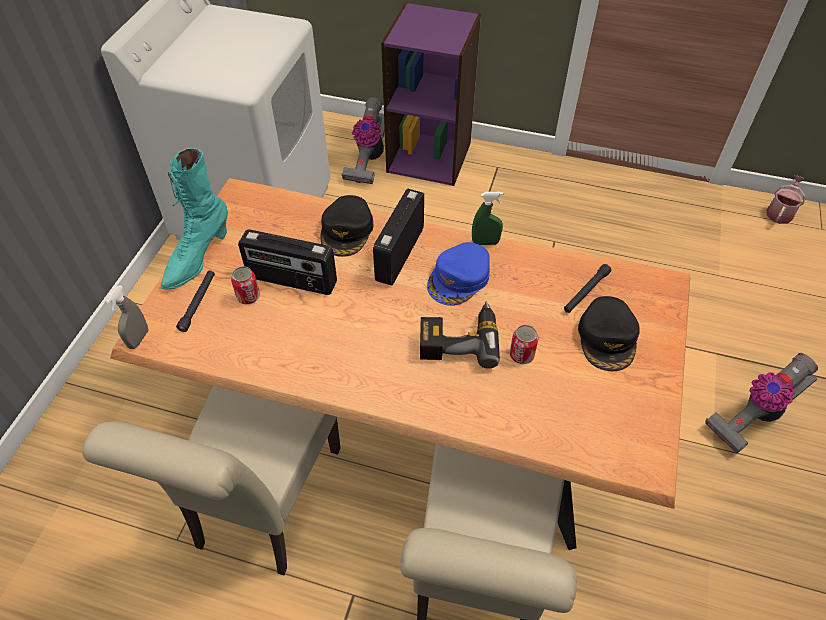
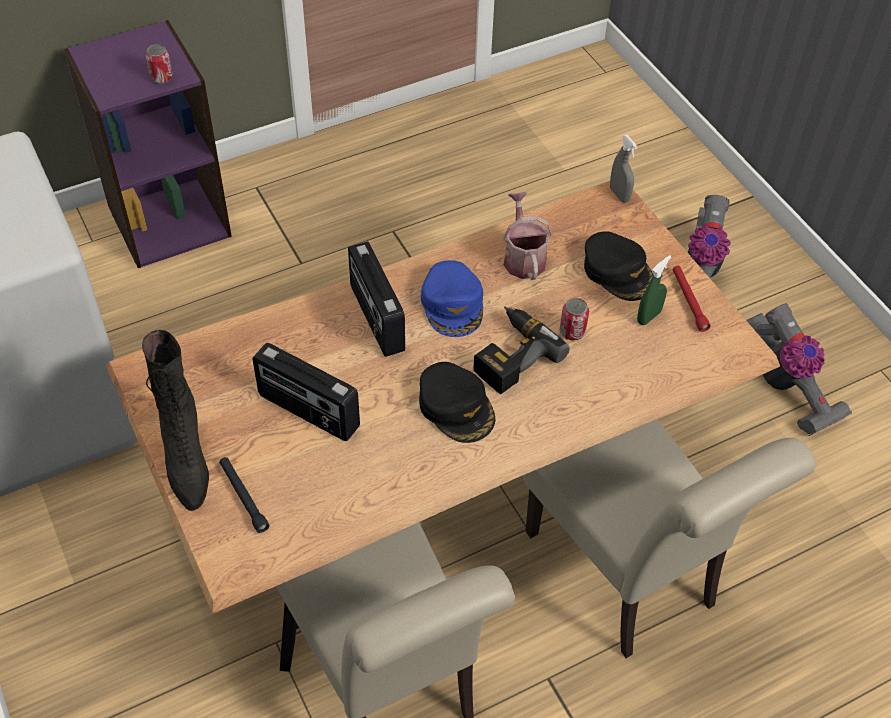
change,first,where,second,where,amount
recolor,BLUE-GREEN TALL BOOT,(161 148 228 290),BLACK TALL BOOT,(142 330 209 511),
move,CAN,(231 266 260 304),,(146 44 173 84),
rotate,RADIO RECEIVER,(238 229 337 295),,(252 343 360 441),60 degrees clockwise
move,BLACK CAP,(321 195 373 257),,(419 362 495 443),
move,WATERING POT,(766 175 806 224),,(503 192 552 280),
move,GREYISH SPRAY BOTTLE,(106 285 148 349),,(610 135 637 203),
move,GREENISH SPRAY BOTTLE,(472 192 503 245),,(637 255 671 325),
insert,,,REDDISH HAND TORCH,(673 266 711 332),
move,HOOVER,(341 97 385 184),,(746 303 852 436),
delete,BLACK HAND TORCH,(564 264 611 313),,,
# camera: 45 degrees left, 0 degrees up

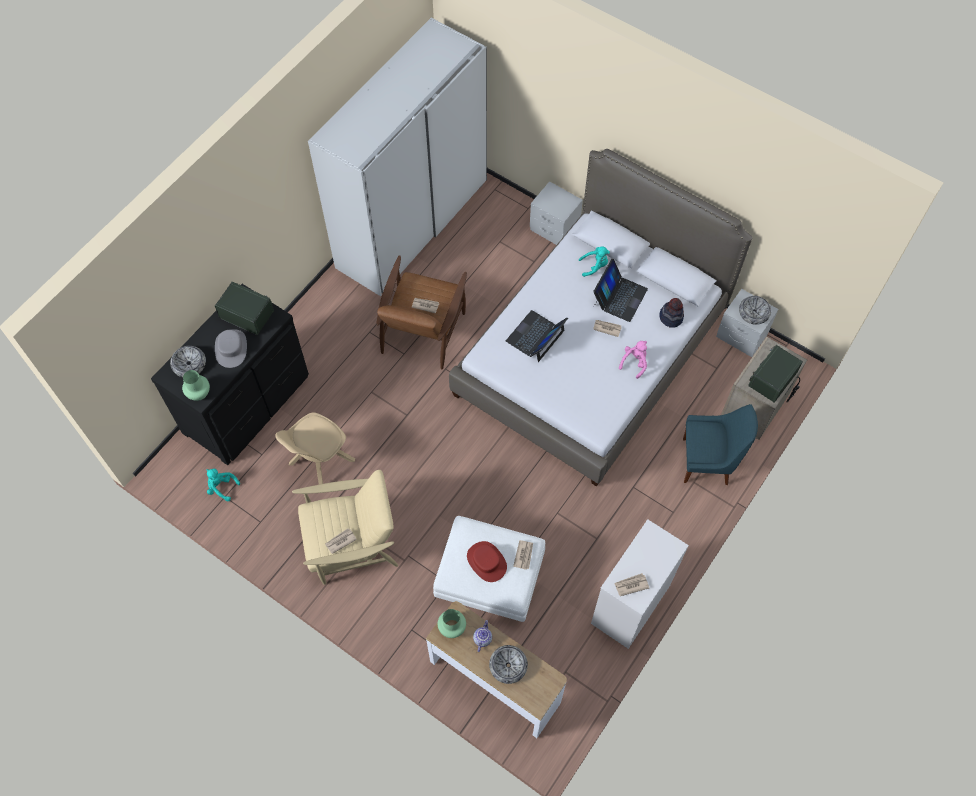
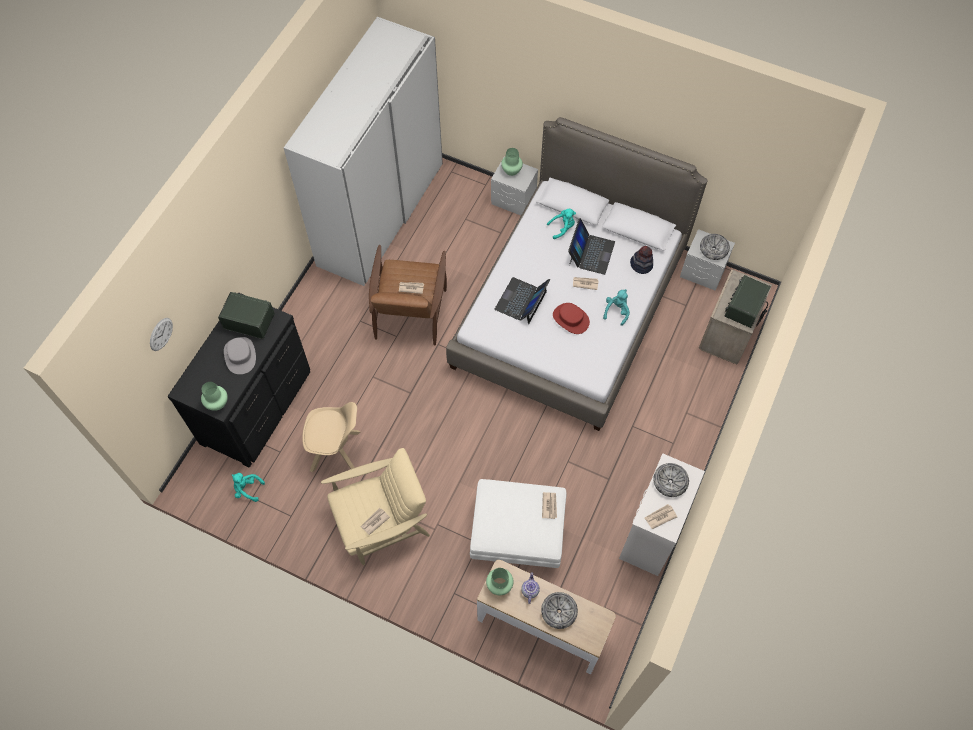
change,first,where,second,where,amount
insert,,,CLOCK ON THE WALL,(150 318 173 351),
rotate,BEIGE-COLOURED PLAIN CHAIR,(275 412 355 485),,(302 402 360 472),120 degrees counterclockwise
insert,,,GREENISH FLOWER VASE,(501 148 523 176),
move,REDDISH HAT,(467 541 507 582),,(553 303 590 334),
recolor,PINK-COLOURED SOFT TOY,(619 341 647 379),BLUE-GREEN SOFT TOY,(603 289 630 326),
move,BOWL,(170 346 206 377),,(653 463 689 497),
delete,BLUE-COLOURED PLAIN CHAIR,(683 404 758 485),,,
# camera: 10 degrees left, 0 degrees up

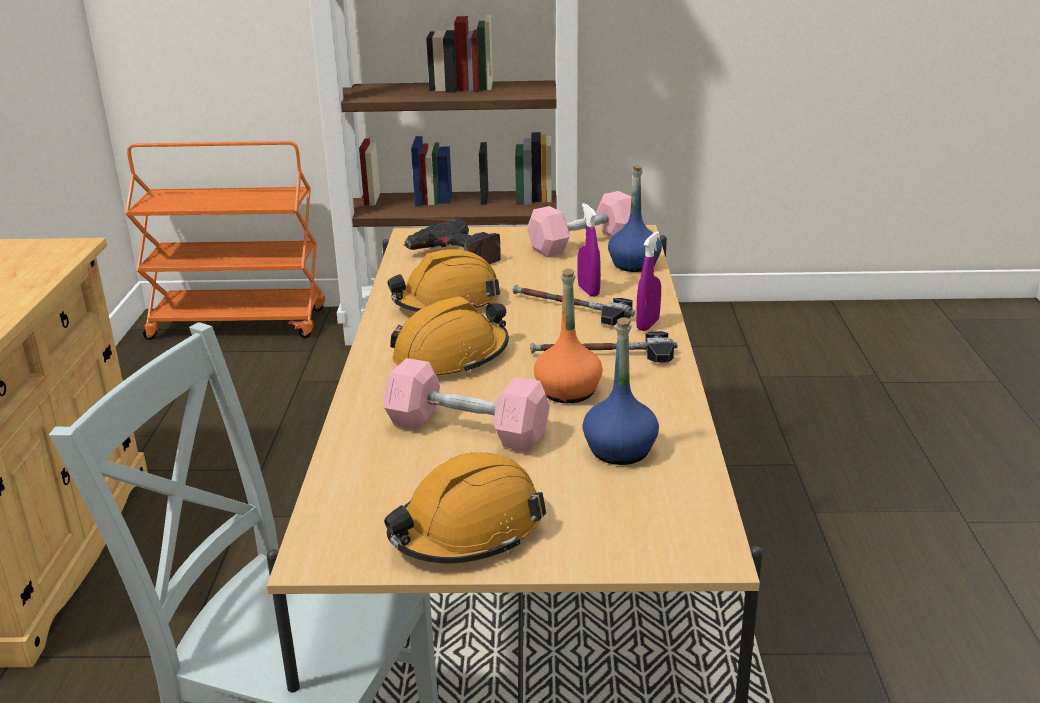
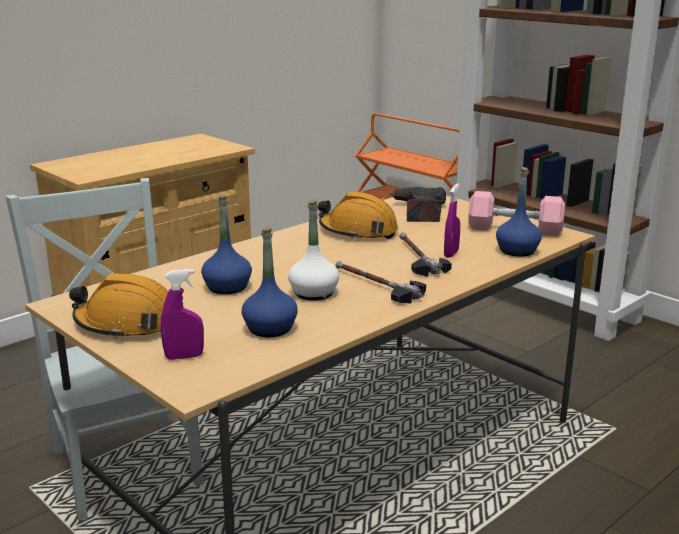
change,first,where,second,where,amount
move,PURPLE SPRAY BOTTLE,(636 231 661 331),,(161 269 204 360),
replace,PINK-COLOURED FREE WEIGHT,(383 358 550 452),BLUE-COLOURED DRINK BOTTLE,(201 196 252 294),
recolor,ORANGE-COLOURED DRINK BOTTLE,(534 269 603 403),WHITISH DRINK BOTTLE,(288 200 339 301),
delete,ORANGE-COLOURED WORK HELMET,(390 297 509 375),,,
# camera: 45 degrees right, 5 degrees down

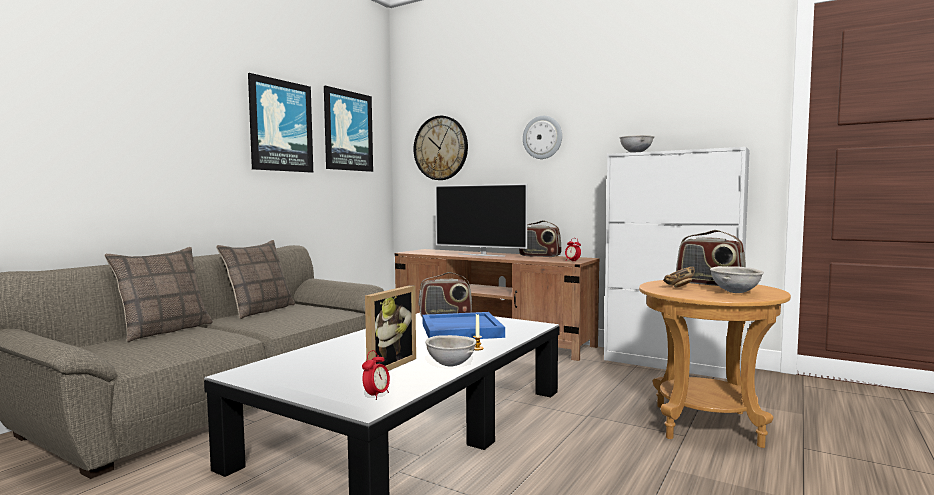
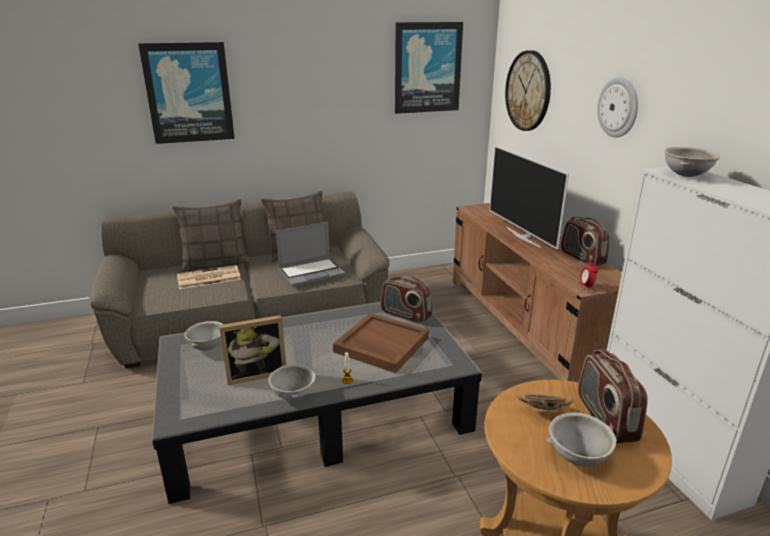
change,first,where,second,where,amount
move,WALL PICTURE,(248 73 313 173),,(138 42 235 144),
insert,,,NEWSPAPER,(177 265 241 289),
insert,,,GREYISH BOWL,(184 321 223 351),
insert,,,NOTEBOOK COMPUTER,(276 222 345 287),
recolor,BLUE-COLOURED TRAY,(422 312 505 339),BROWN-COLOURED TRAY,(333 313 429 373),
delete,BEDSIDE CLOCK,(362 350 390 400),,,
# camera: 40 degrees right, 20 degrees up

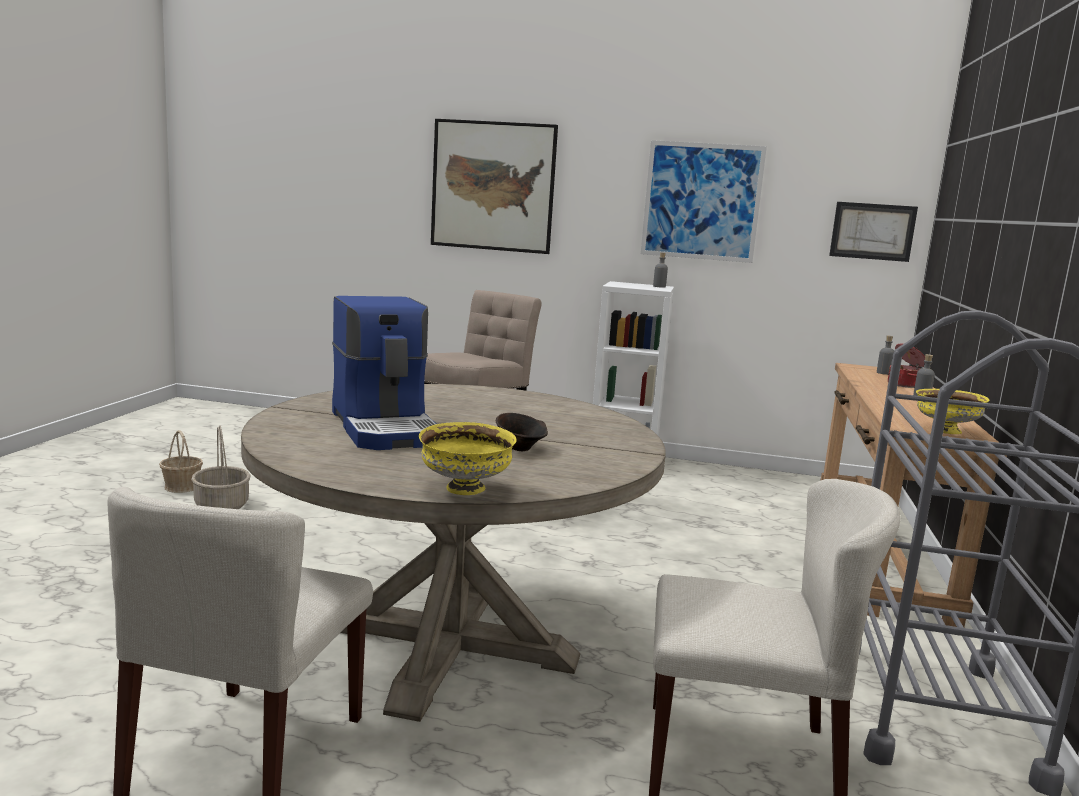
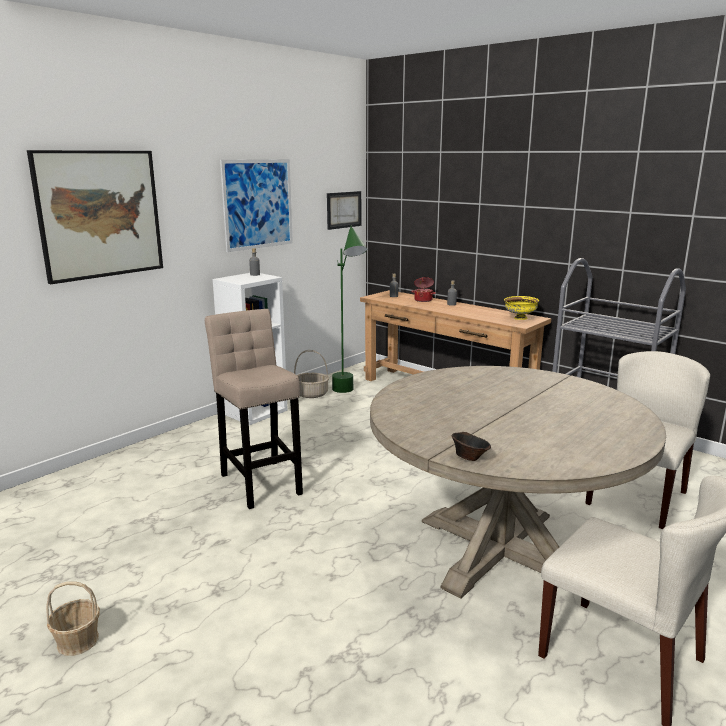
change,first,where,second,where,amount
move,BASKET,(191 425 251 509),,(294 350 329 398),
insert,,,GREENISH STANDING LAMP,(332 226 367 393),
move,BROWN-COLOURED BOWL,(496 413 548 451),,(452 432 491 461),
delete,COFFEE MACHINE,(332 296 436 450),,,
delete,YELLOW-COLOURED BOWL,(419 422 517 495),,,
# camera: 60 degrees left, 5 degrees up

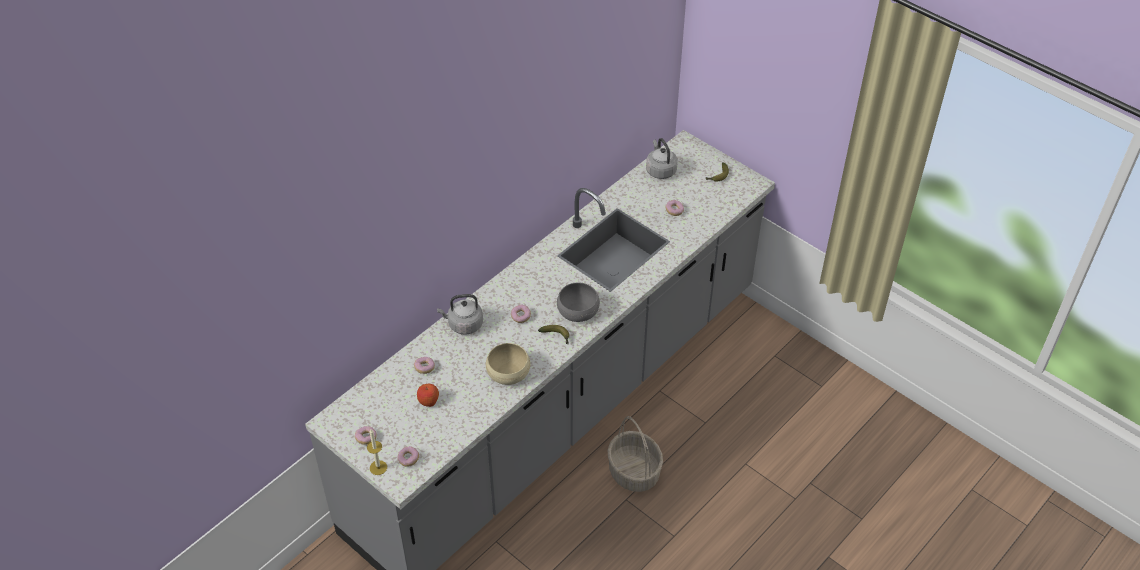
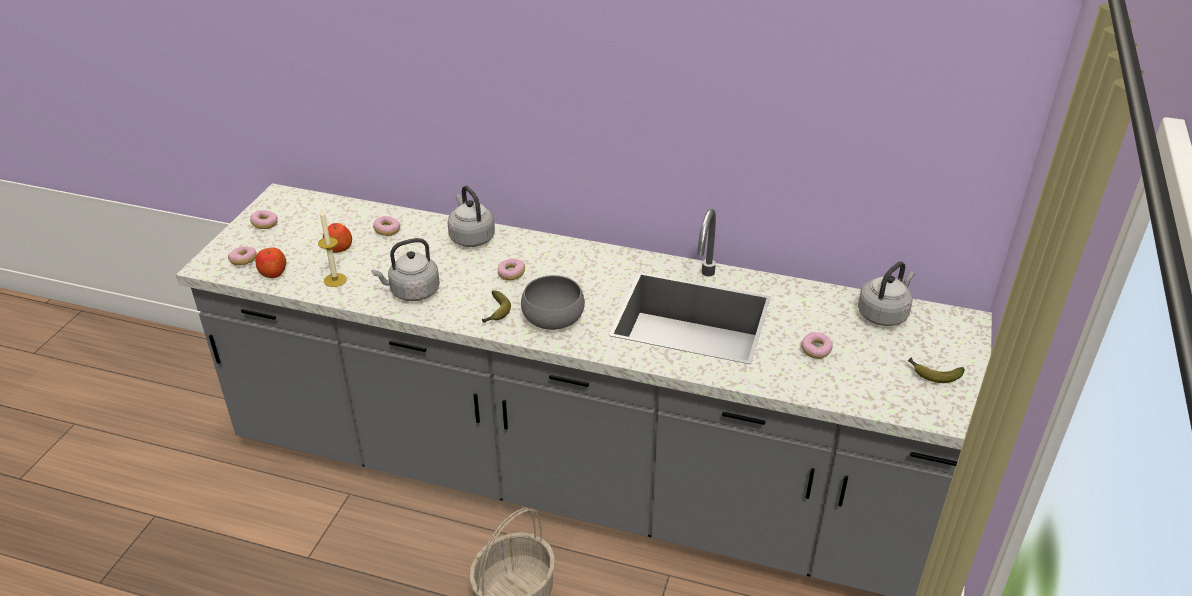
change,first,where,second,where,amount
insert,,,APPLE FRUIT,(256 248 286 278),
move,WAX LIGHT,(367 429 387 475),,(318 209 347 287),
replace,BEIGE-COLOURED BOWL,(486 343 530 385),GREYISH WATER KETTLE,(372 238 440 301),
# camera: 65 degrees right, 10 degrees down

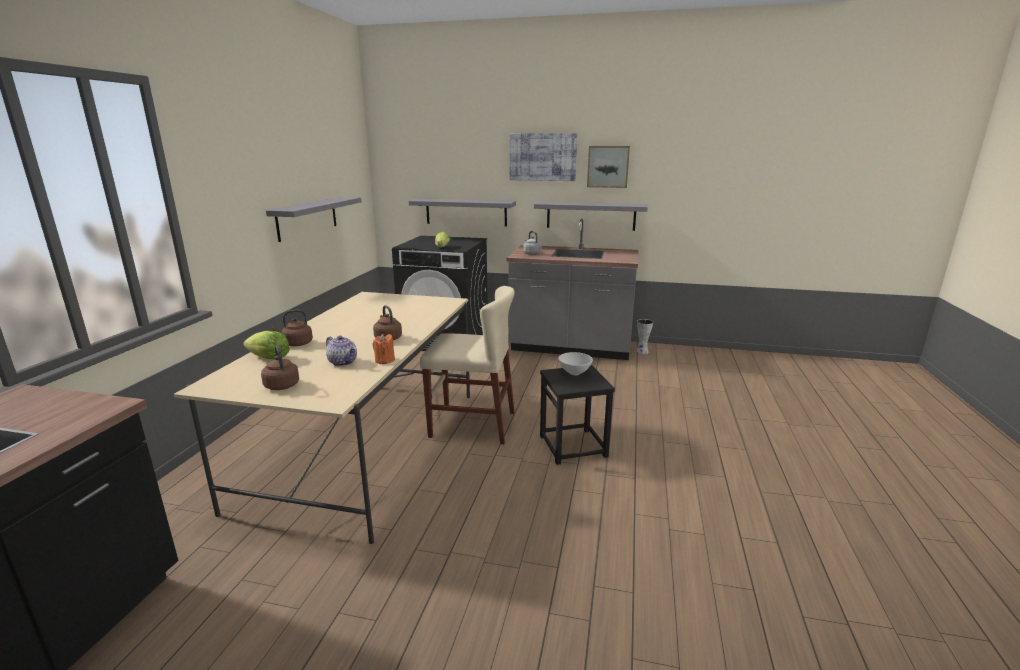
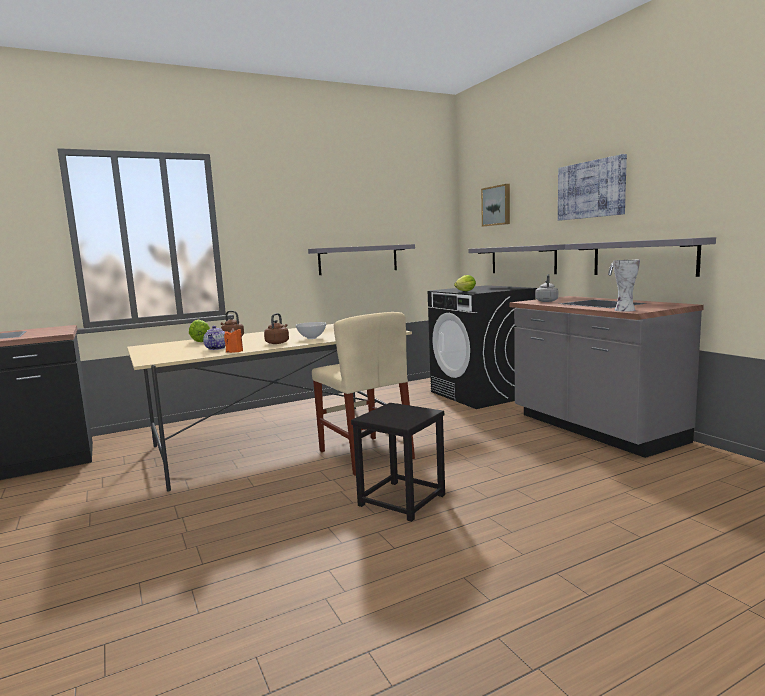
change,first,where,second,where,amount
move,WHITISH BOWL,(558 352 593 375),,(295 322 326 339),
move,WALL PICTURE,(587 146 630 188),,(481 184 510 227),
move,FLOWER VASE,(636 319 653 354),,(613 260 640 312),
delete,BROWN-COLOURED WATER KETTLE,(261 345 299 390),,,
# camera: 50 degrees right, 10 degrees down

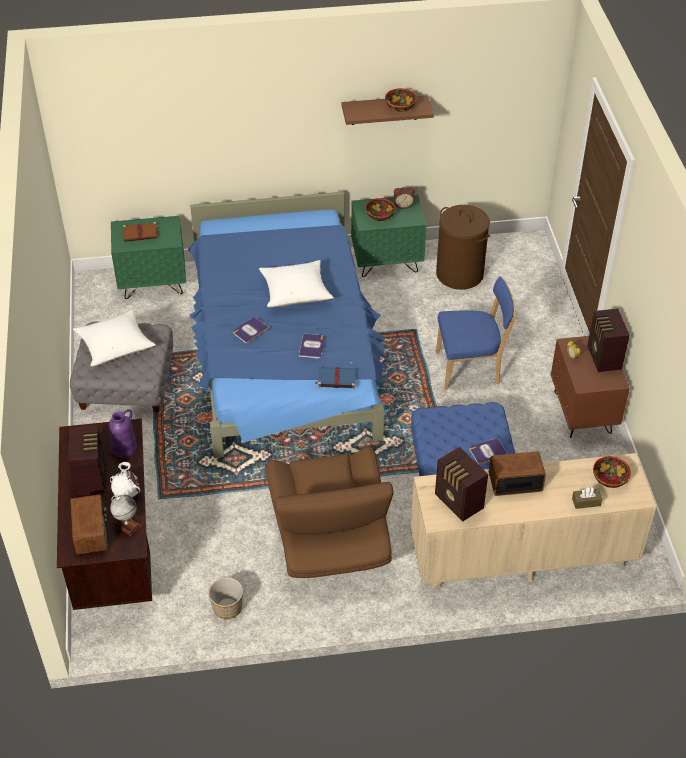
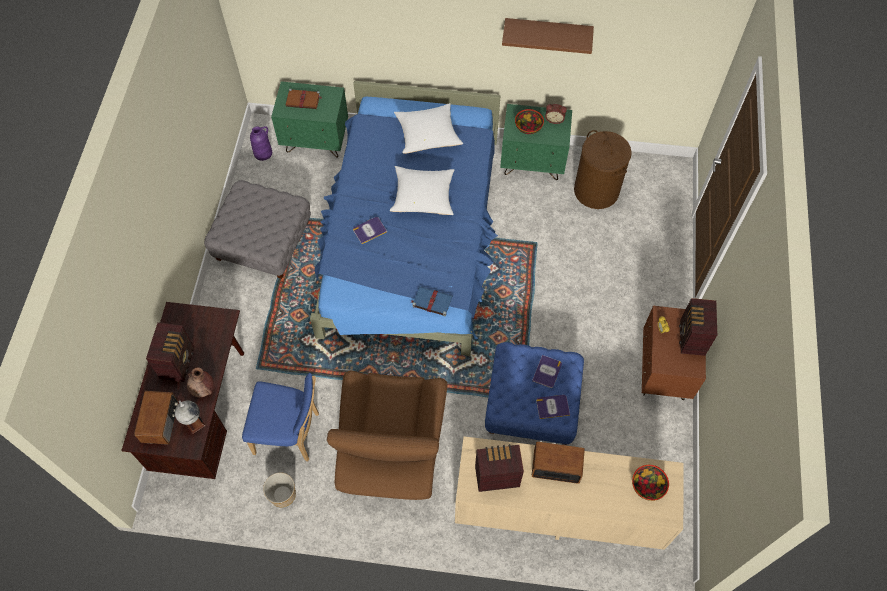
change,first,where,second,where,amount
recolor,WHITISH FLOWER VASE,(110 462 141 497),BROWN-COLOURED FLOWER VASE,(187 367 214 397),
move,BLUE-COLOURED PLAIN CHAIR,(436 277 516 390),,(242 373 319 462),
move,PURPLE FLOWER VASE,(109 409 137 458),,(250 126 272 161),
move,WHITISH THROW PILLOW,(73 309 156 367),,(394 103 463 154),
rotate,RADIO RECEIVER,(435 447 488 522),,(475 444 524 492),105 degrees clockwise
move,VOLUME,(299 333 325 359),,(532 355 562 388),
delete,BOWL,(385 88 417 112),,,
delete,BROWN-COLOURED TISSUE BOX,(572 487 602 509),,,
# camera: 15 degrees right, 15 degrees up

